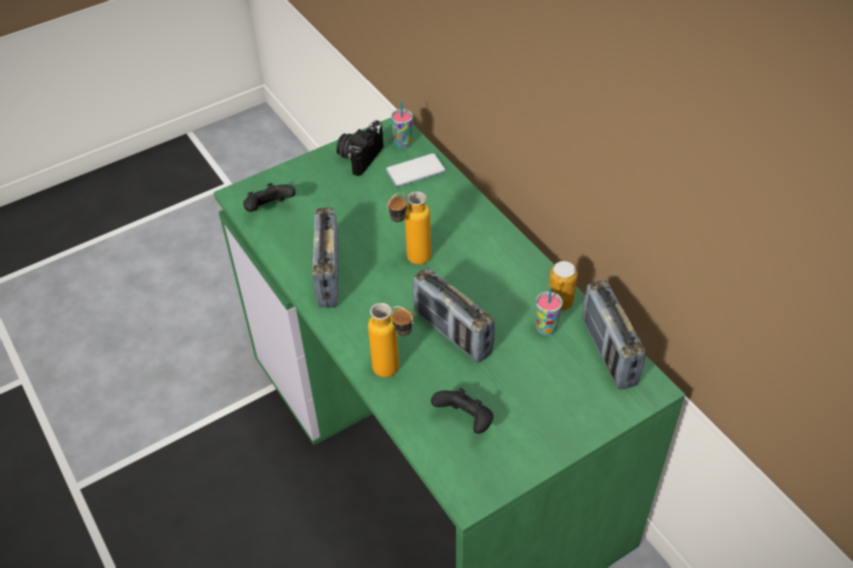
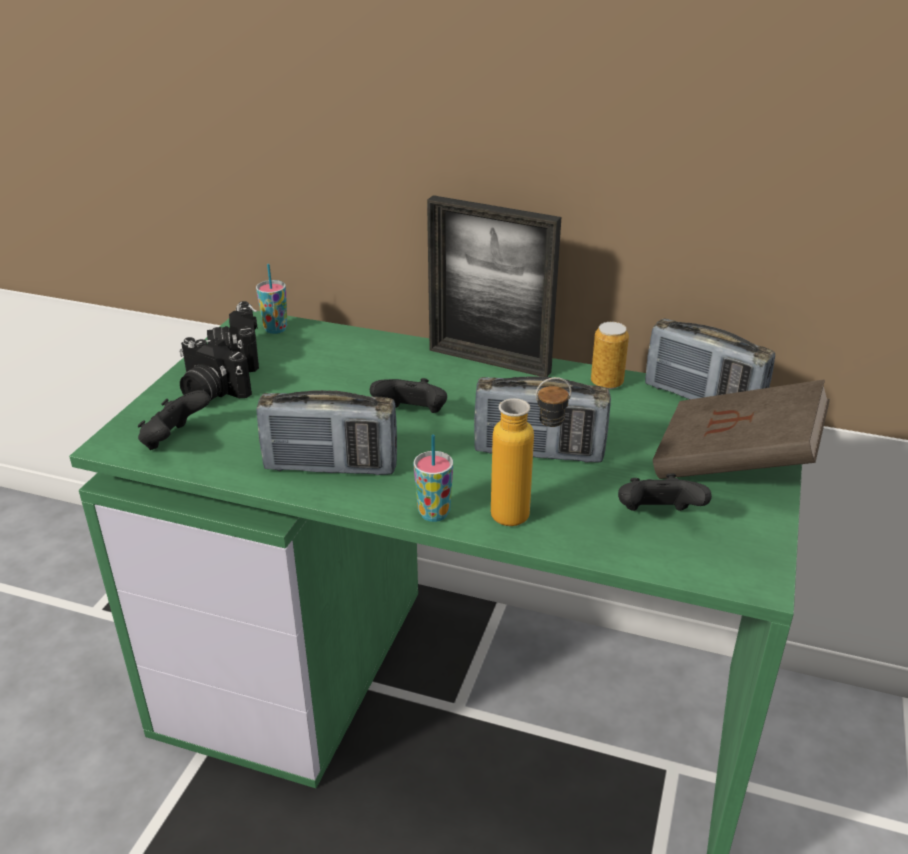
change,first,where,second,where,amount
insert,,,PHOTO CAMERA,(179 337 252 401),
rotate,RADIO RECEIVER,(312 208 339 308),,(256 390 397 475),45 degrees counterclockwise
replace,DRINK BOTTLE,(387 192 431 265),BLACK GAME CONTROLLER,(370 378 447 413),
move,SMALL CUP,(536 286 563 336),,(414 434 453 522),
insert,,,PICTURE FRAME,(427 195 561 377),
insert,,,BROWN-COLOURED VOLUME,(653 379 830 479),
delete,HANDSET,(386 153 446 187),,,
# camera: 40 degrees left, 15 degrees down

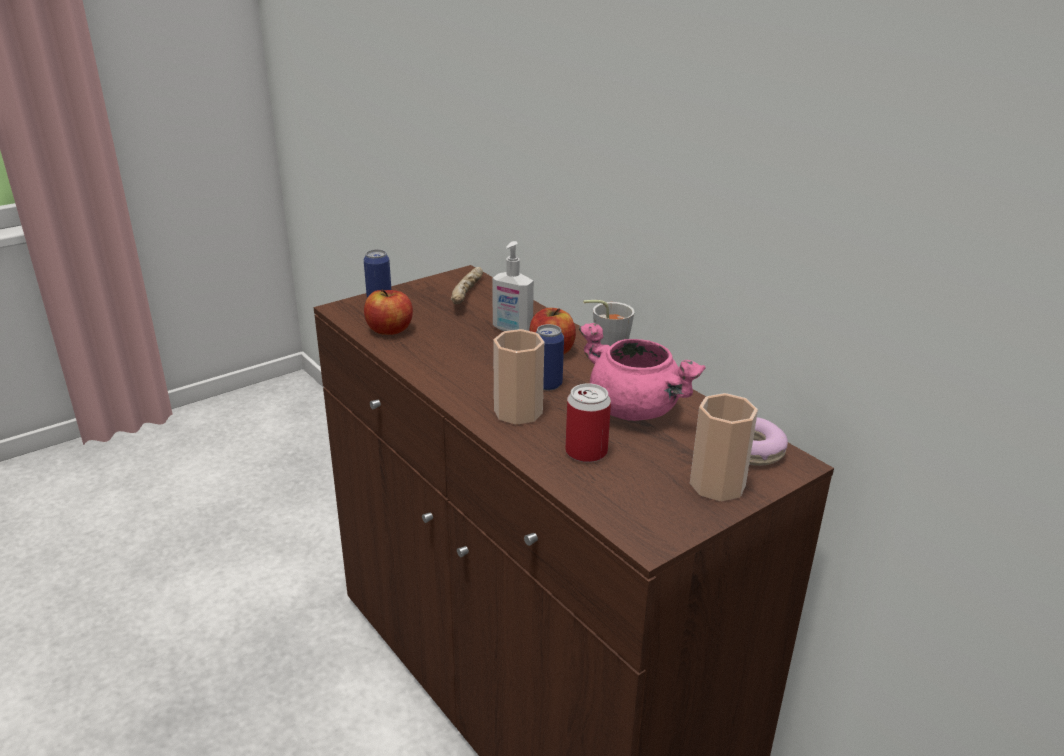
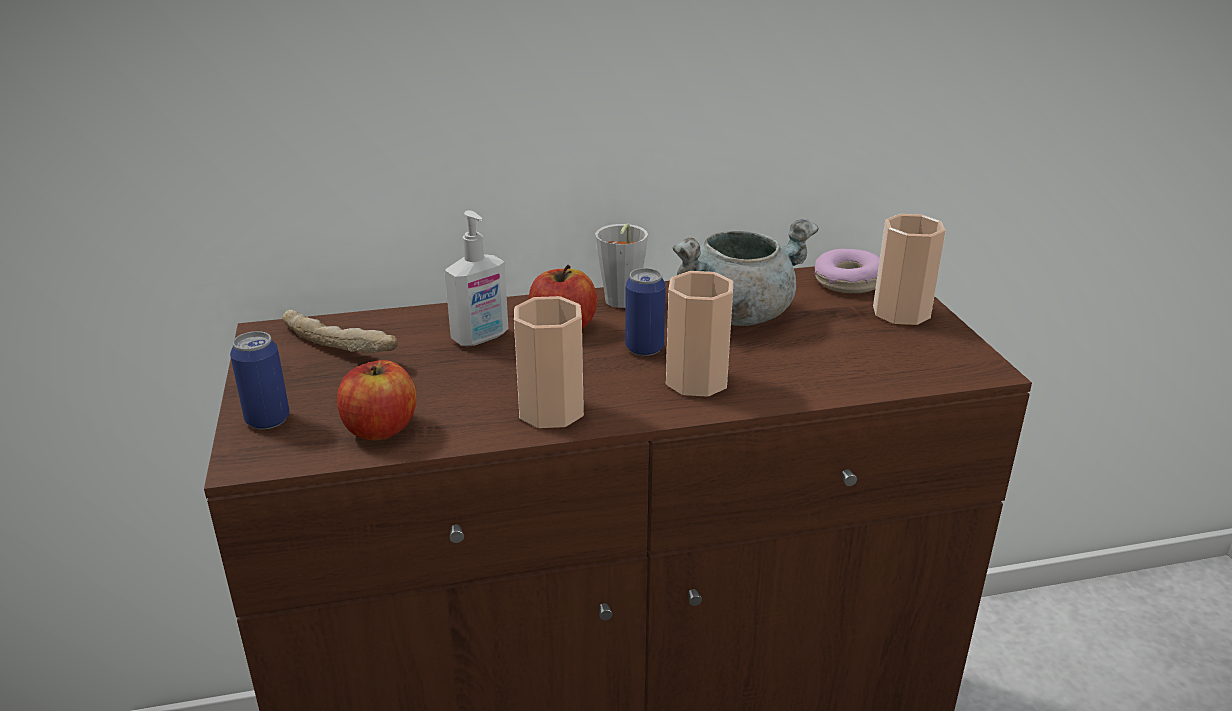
change,first,where,second,where,amount
insert,,,SMALL CUP,(514 296 584 428),
recolor,PINK-COLOURED STOCKPOT,(579 323 706 421),GREYISH STOCKPOT,(672 219 819 326),
delete,CAN,(565 383 611 462),,,
# camera: 65 degrees left, 0 degrees up

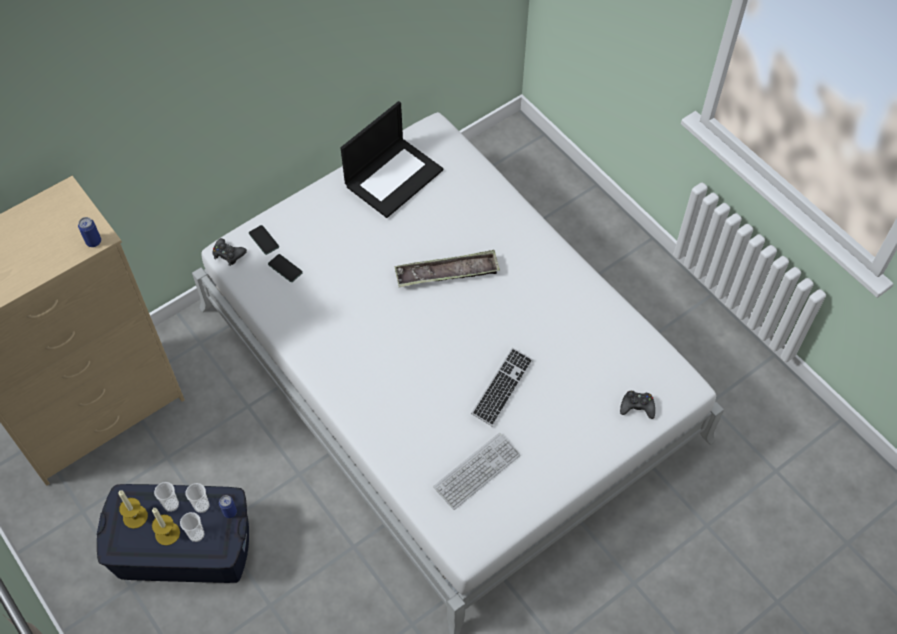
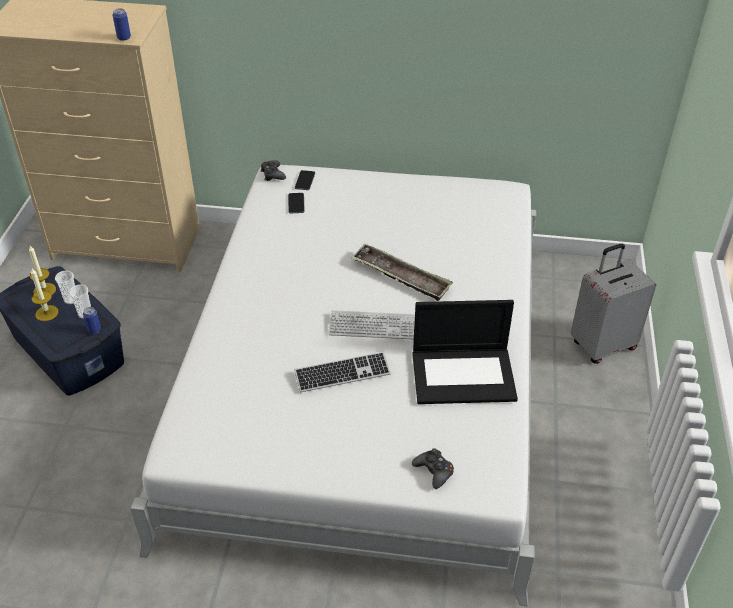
change,first,where,second,where,amount
move,COMPUTER KEYBOARD,(433 433 520 510),,(328 310 415 339),
move,NOTEBOOK COMPUTER,(341 101 443 218),,(412 300 518 404),
insert,,,GREYISH PIECE OF LUGGAGE,(571 243 656 364),
delete,SMALL CUP,(180 512 204 542),,,
# camera: 45 degrees right, 15 degrees down

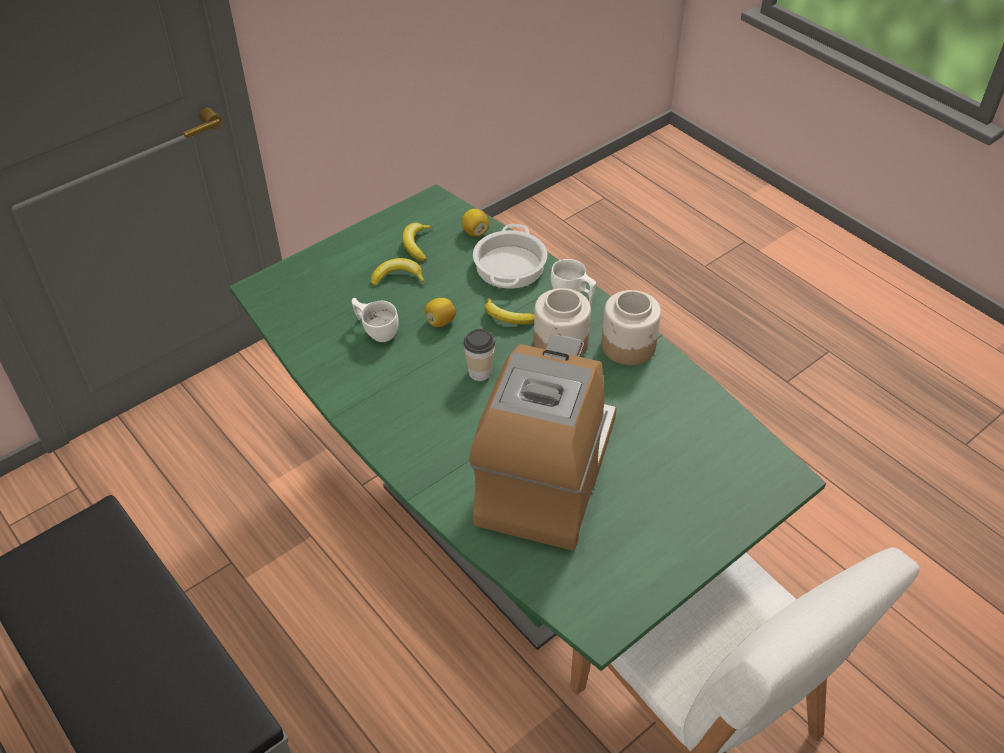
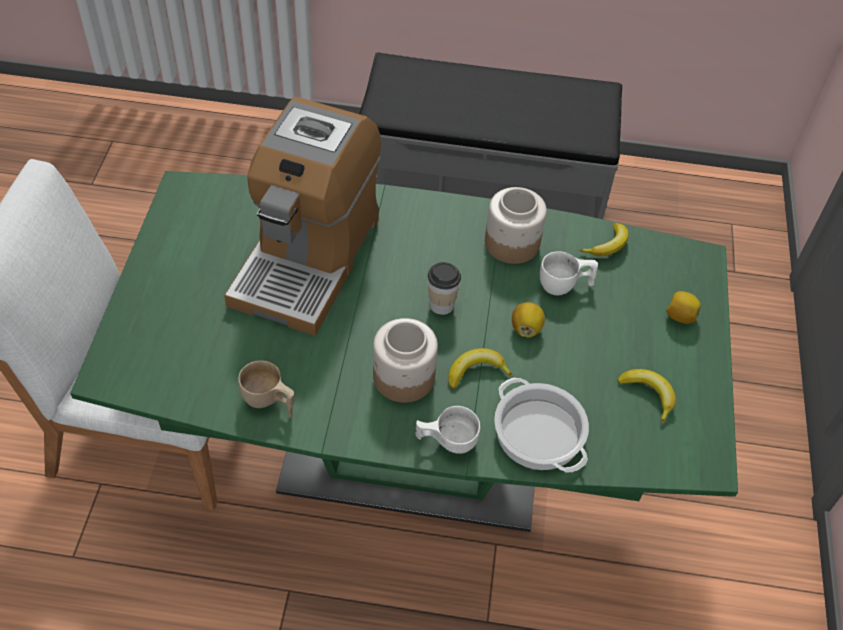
change,first,where,second,where,amount
rotate,COFFEE MACHINE,(469 335 617 551),,(224 97 381 336),45 degrees clockwise
insert,,,BEIGE-COLOURED SMALL CUP,(238 360 294 417),
move,STORAGE JAR,(601 290 661 365),,(485 187 547 264),
move,WHOLE BANANA,(371 258 425 286),,(579 223 629 256),
move,CITRUS FRUIT,(462 209 489 237),,(666 291 701 324),
# camera: 135 degrees right, 5 degrees up

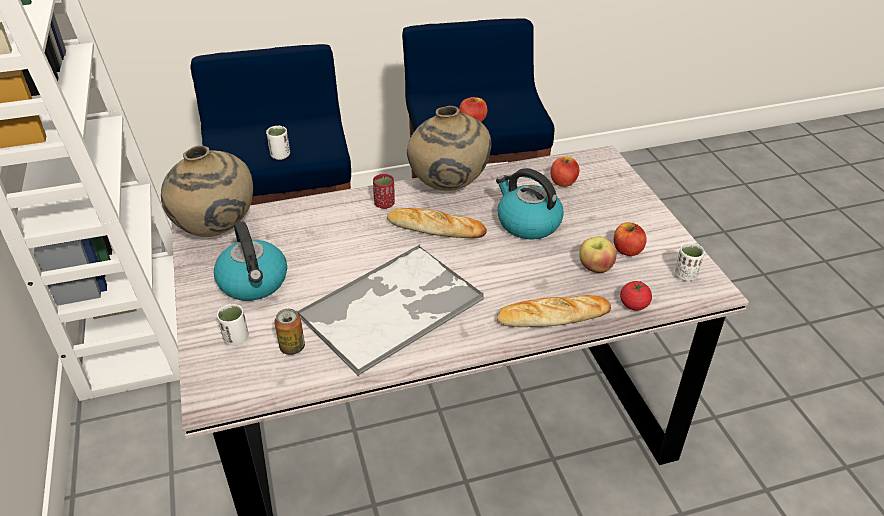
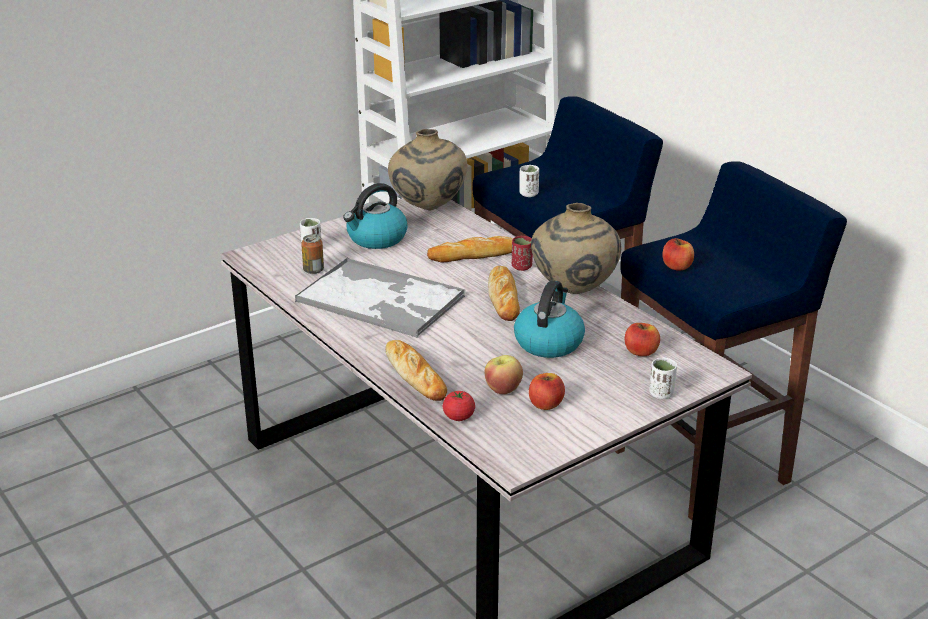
change,first,where,second,where,amount
insert,,,BAKERY BREAD,(427 236 513 263),
move,WHITISH SMALL CUP,(674 243 705 281),,(649 357 677 399),
# camera: 70 degrees right, 10 degrees down

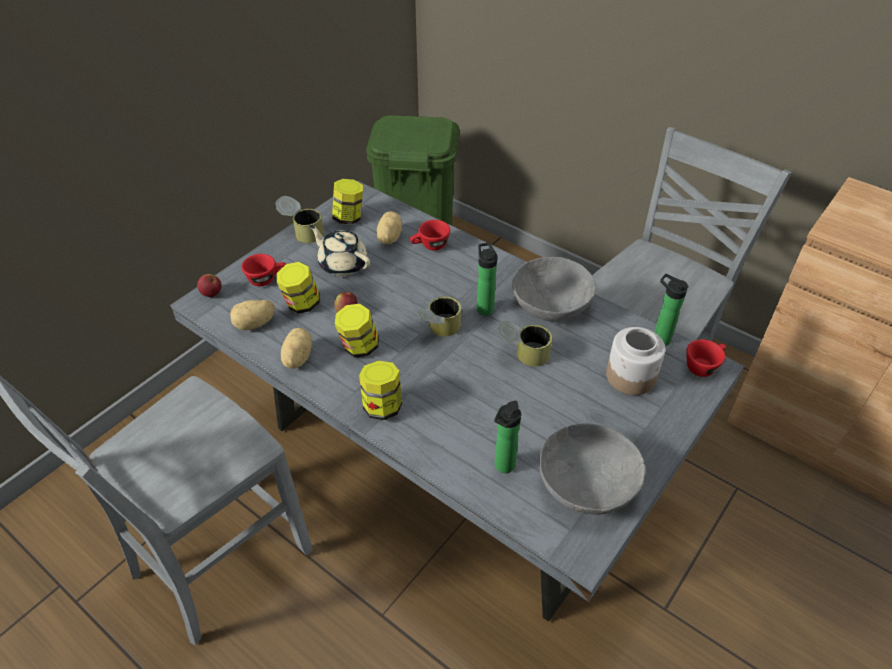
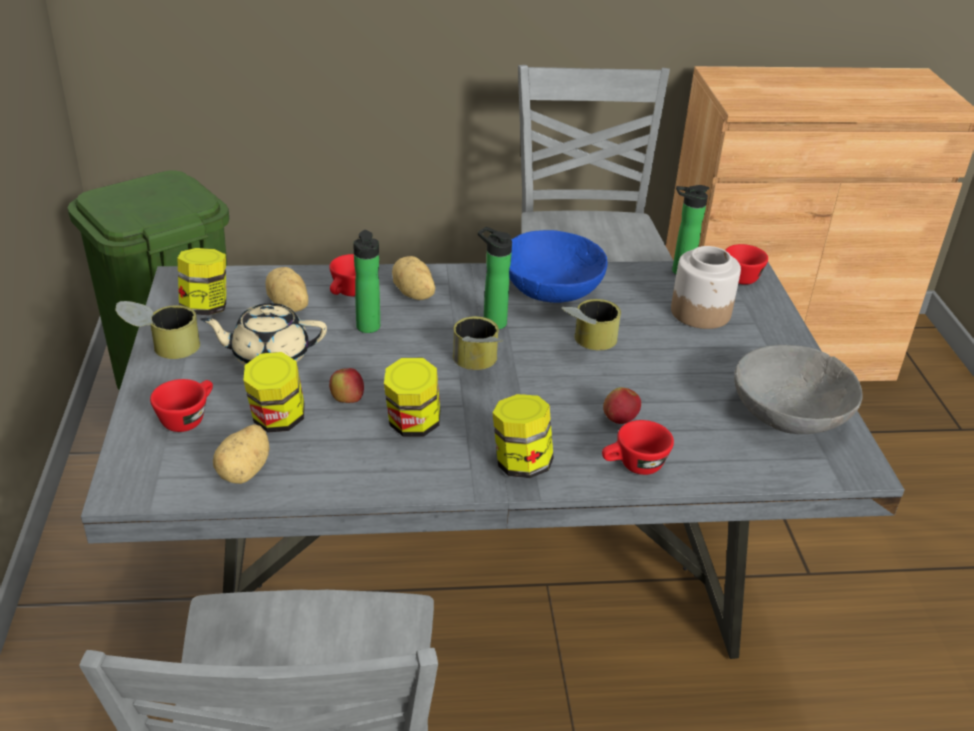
change,first,where,second,where,amount
move,DRINK BOTTLE,(494 401 521 473),,(353 230 380 333),
move,SPUD,(281 327 312 369),,(392 256 435 300),
recolor,GREYISH BOWL,(512 257 596 321),BLUE-COLOURED BOWL,(509 230 607 303),
insert,,,REDDISH SMALL CUP,(602 420 674 475),
move,APPLE FRUIT,(197 274 222 297),,(603 387 641 424),
# camera: 45 degrees left, 10 degrees down

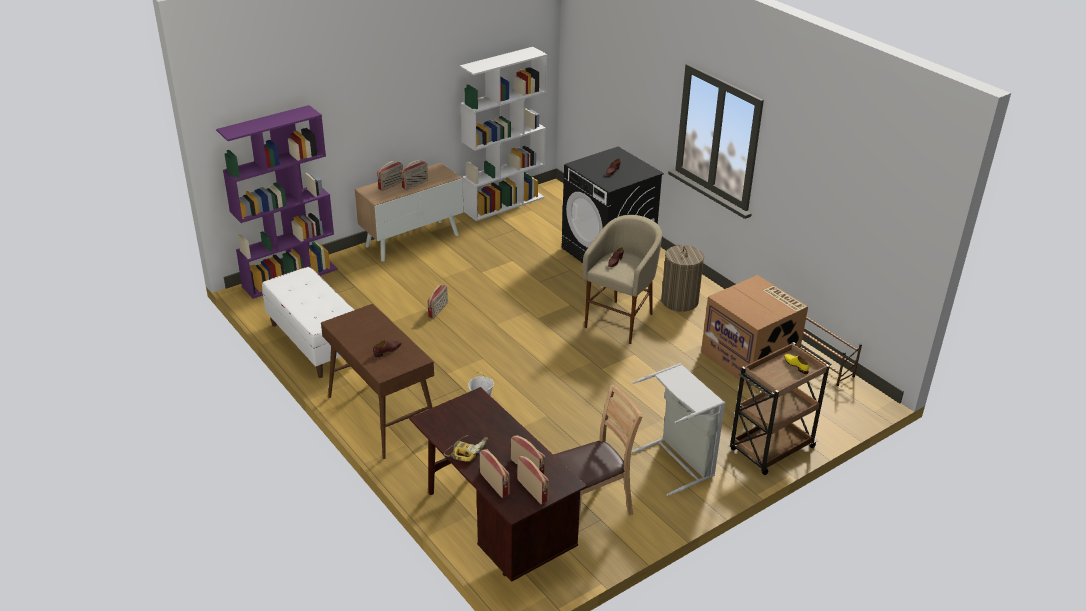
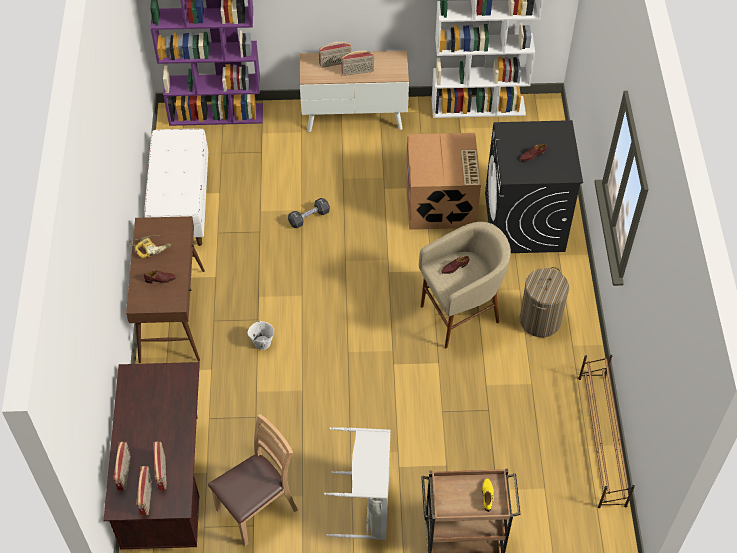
change,first,where,second,where,amount
move,POWER DRILL,(444 435 488 462),,(129 235 171 258),
rotate,BROWN-COLOURED PLAIN CHAIR,(553 385 643 533),,(208 414 298 546),45 degrees counterclockwise
replace,RADIO RECEIVER,(428 285 448 319),BLACK FREE WEIGHT,(288 198 330 228),
move,CARDBOARD BOX,(701 275 808 386),,(406 133 481 230),
# camera: 35 degrees right, 20 degrees up

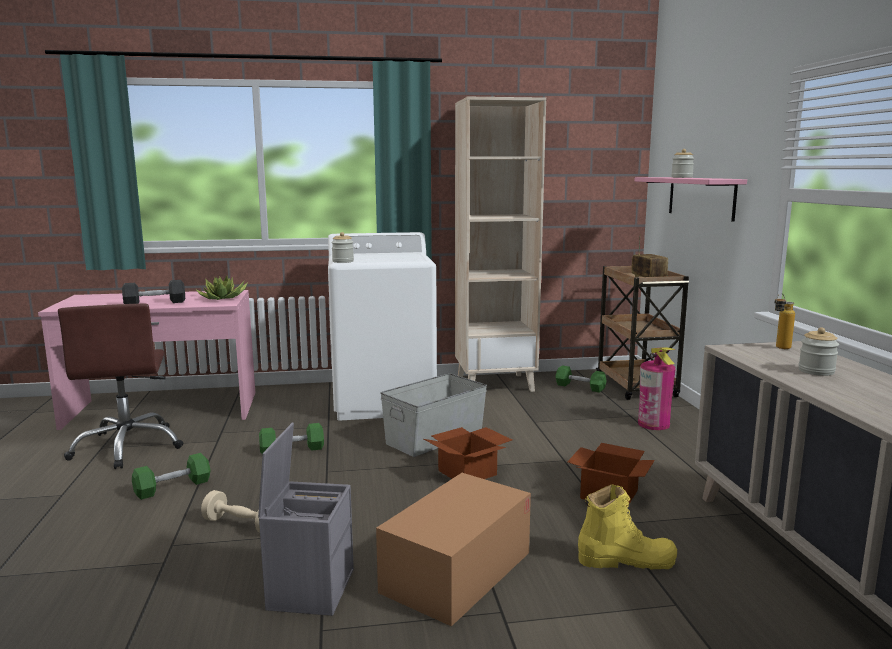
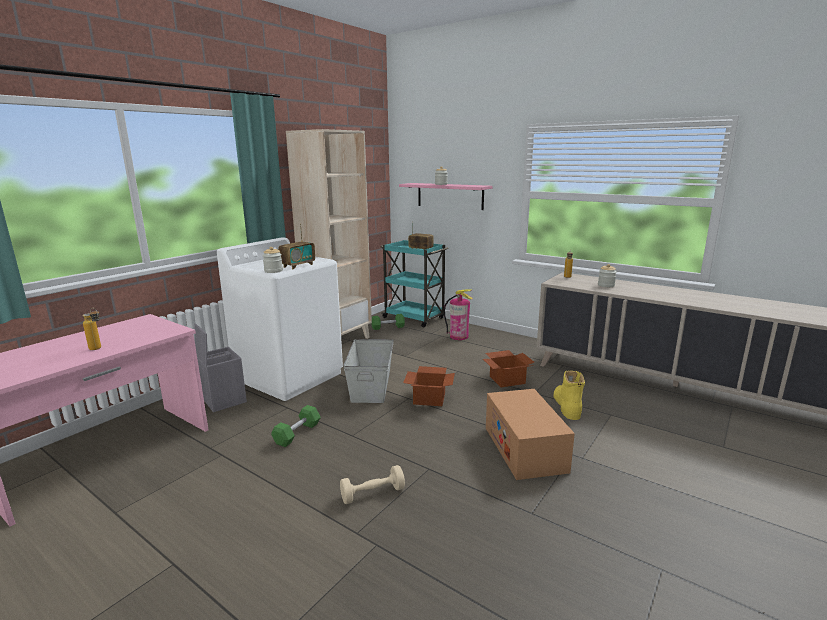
change,first,where,second,where,amount
replace,GREYISH FREE WEIGHT,(122 280 185 304),DRINK BOTTLE,(83 308 101 350),
move,GREYISH STORAGE CONTAINER,(258 423 354 616),,(194 323 247 412),
insert,,,RADIO RECEIVER,(278 224 315 269),
recolor,BROWN-COLOURED WHEELED CART,(596 266 689 400),BLUE-GREEN WHEELED CART,(380 240 448 327),
rotate,YELLOW-COLOURED TALL BOOT,(578 484 677 569),,(554 371 585 420),45 degrees counterclockwise
delete,BROWN-COLOURED OFFICE CHAIR,(58 304 183 469),,,
delete,GREENISH FREE WEIGHT,(132 453 211 500),,,
delete,POTTED PLANT,(196 275 247 300),,,
# camera: 45 degrees left, 5 degrees up

